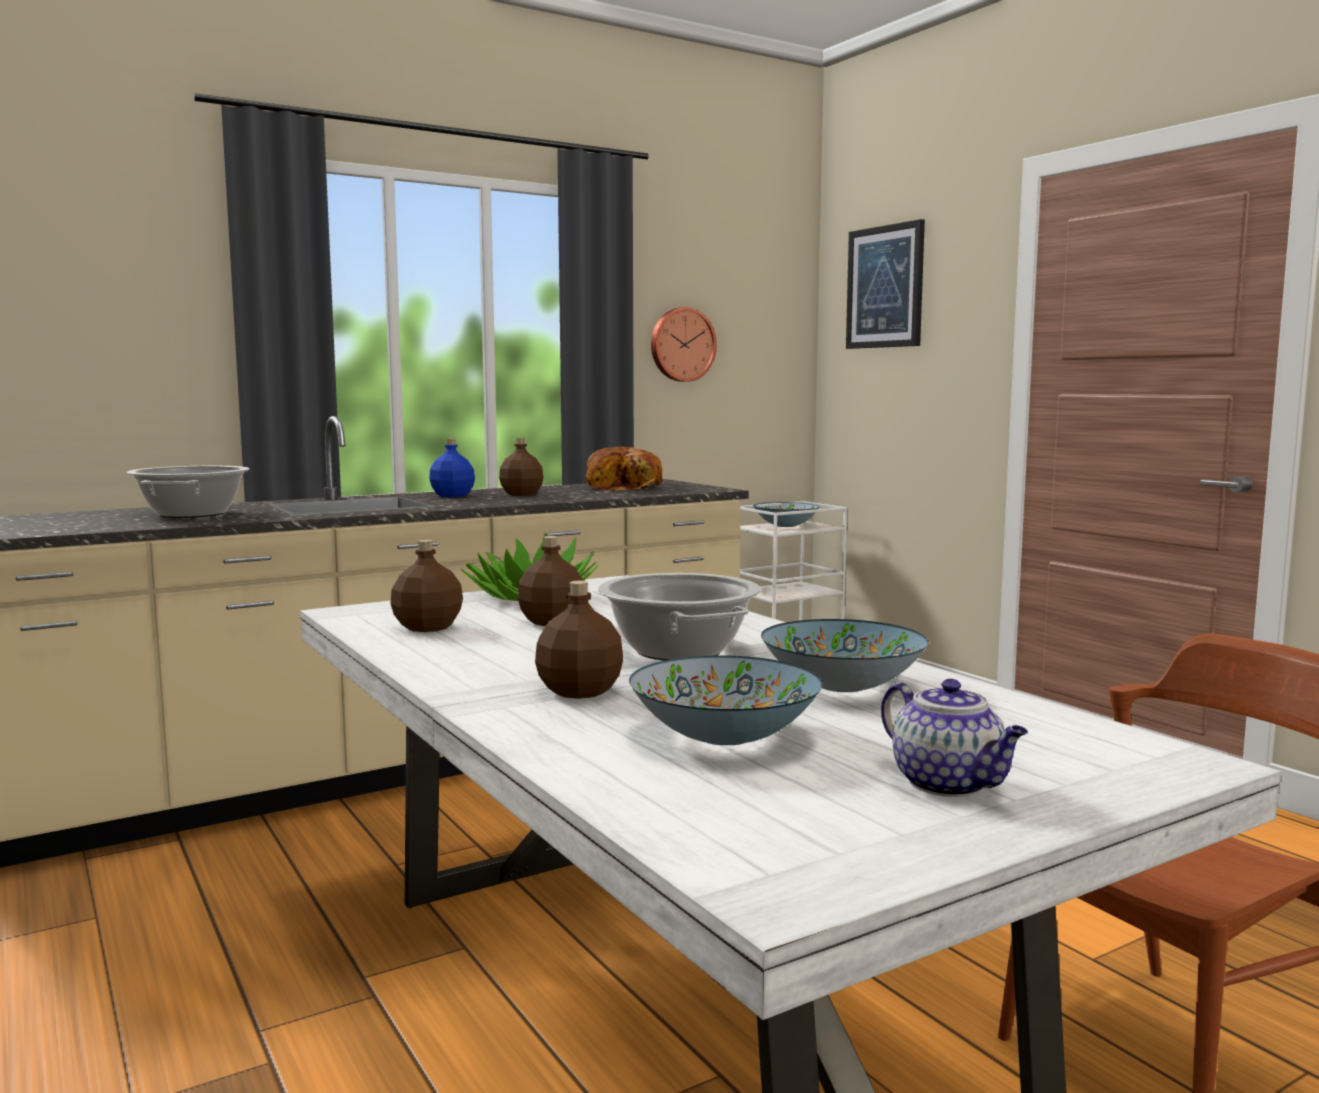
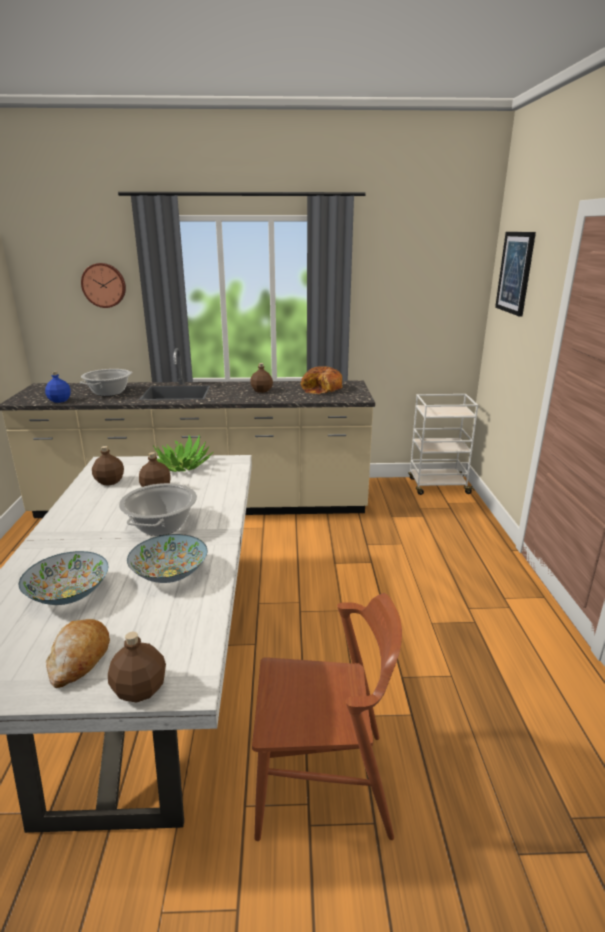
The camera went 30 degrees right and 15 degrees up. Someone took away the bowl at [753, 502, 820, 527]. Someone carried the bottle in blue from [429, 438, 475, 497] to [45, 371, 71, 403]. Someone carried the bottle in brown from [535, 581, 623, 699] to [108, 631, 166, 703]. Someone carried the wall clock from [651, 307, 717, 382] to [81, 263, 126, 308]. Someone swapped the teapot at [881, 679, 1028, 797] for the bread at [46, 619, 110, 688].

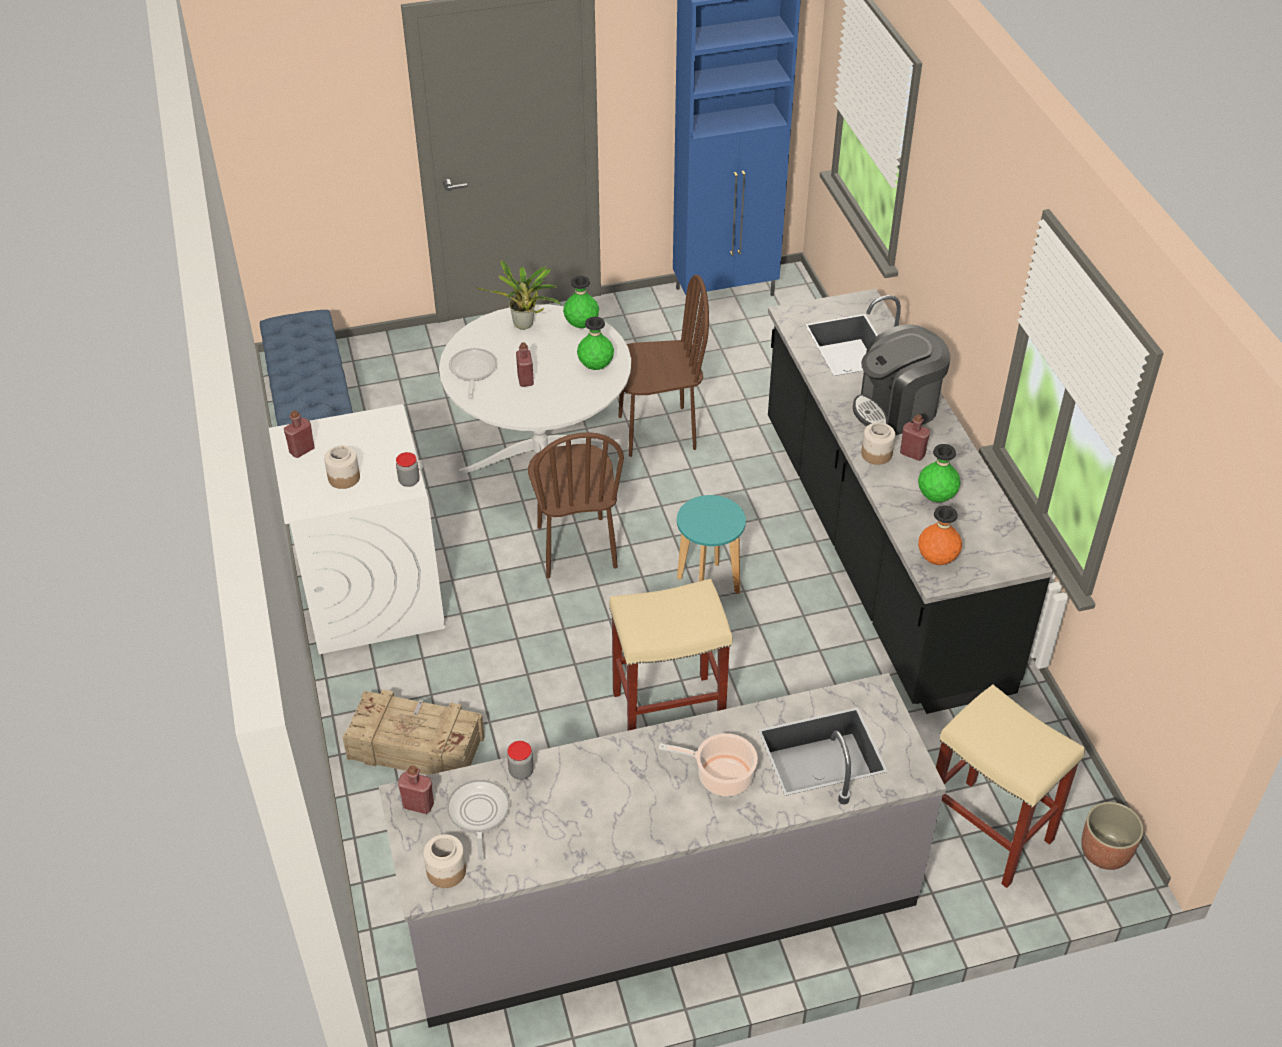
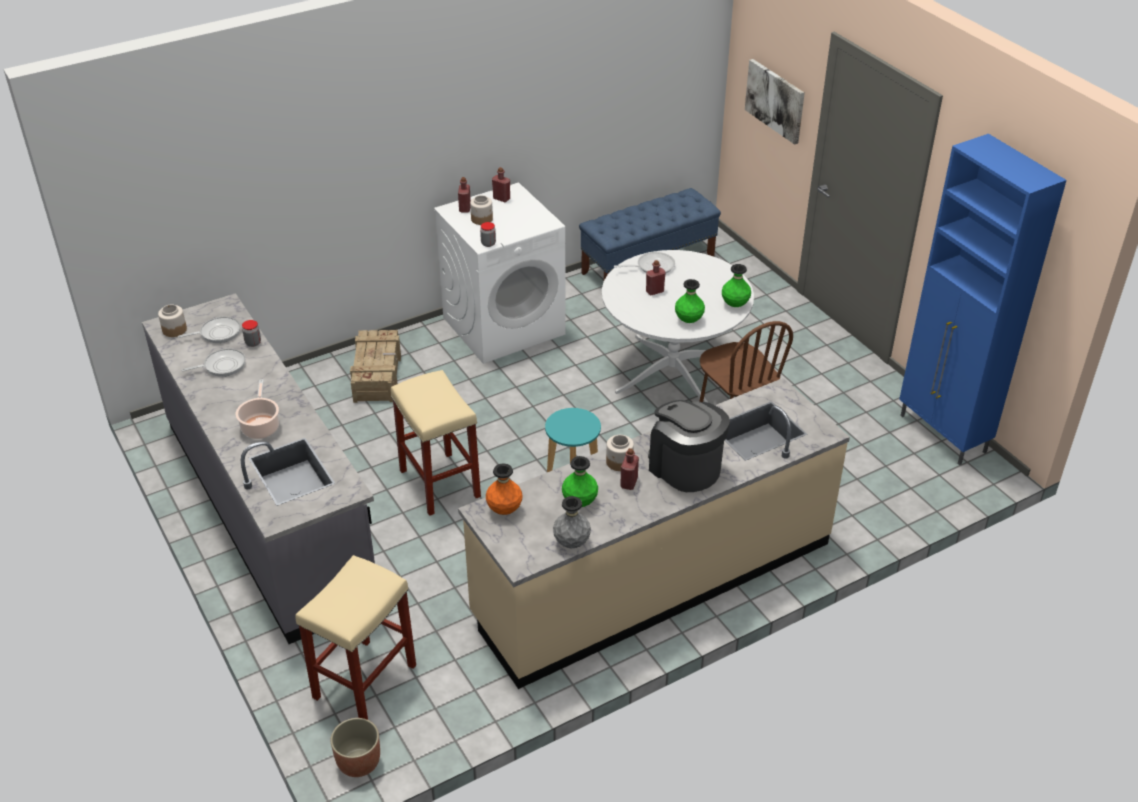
The camera went 75 degrees right and 5 degrees down. Someone took away the potted plant at [476, 261, 561, 330]. Someone took away the chair in brown at [528, 432, 624, 578]. Someone put down the frying pan at [181, 348, 245, 377]. Someone put down the vase in grey at [553, 496, 591, 548]. Someone put up the picture at [745, 59, 805, 145]. Someone carried the bottle in red from [398, 765, 434, 814] to [458, 177, 471, 212]. Someone repainted the counter in black at [768, 289, 1053, 714], which became the counter in beige at [458, 378, 850, 689].

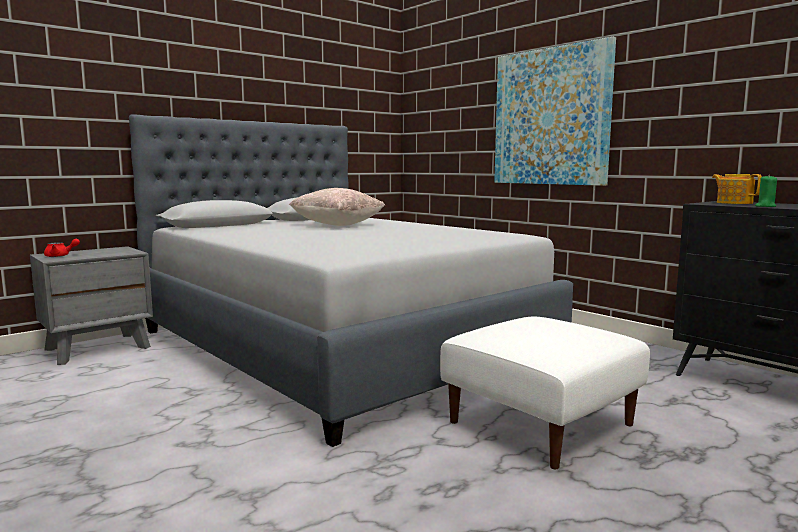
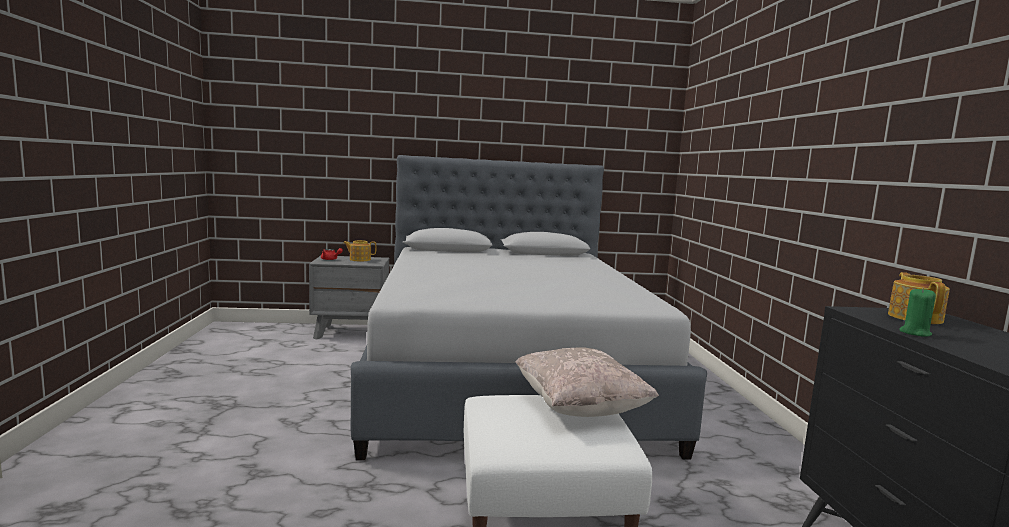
The camera went 35 degrees right and 0 degrees up. Someone took away the picture at [494, 37, 616, 186]. Someone put down the teapot at [343, 240, 376, 261]. Someone carried the pillow in beige from [289, 188, 385, 226] to [515, 348, 659, 417].

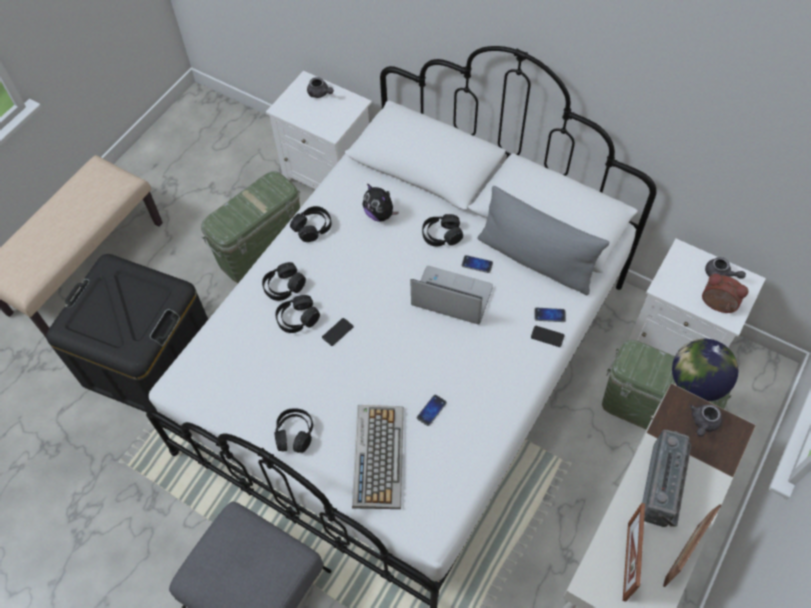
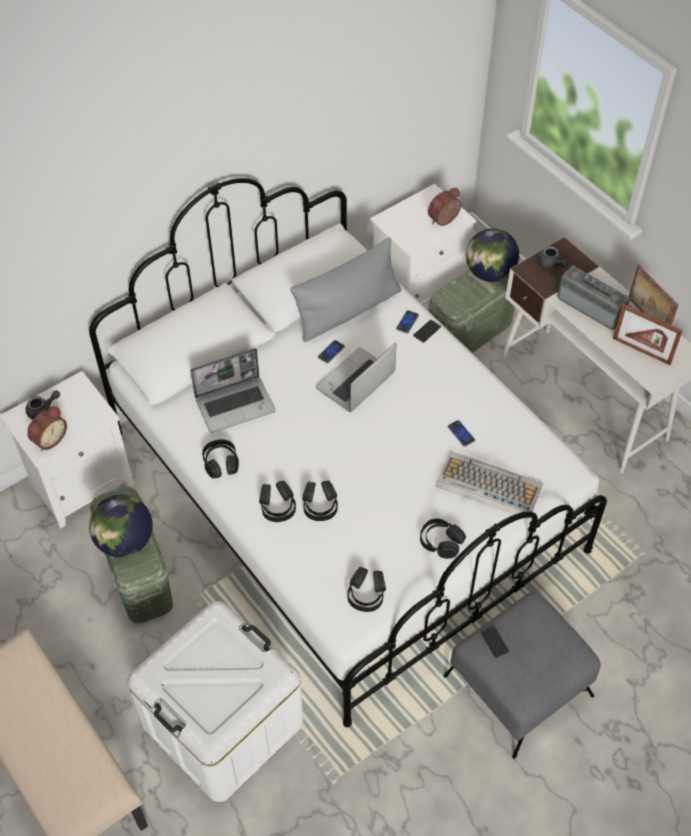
The camera went 70 degrees left and 5 degrees down. Someone took away the teapot in grey at [705, 257, 746, 279]. Someone put down the alarm clock at [27, 406, 67, 451]. Someone put down the globe at [89, 494, 153, 557]. Someone carried the phone from [322, 318, 353, 346] to [481, 626, 509, 658]. Someone carried the headphones in black from [422, 214, 463, 246] to [347, 567, 386, 612]. Someone swapped the plush toy at [363, 183, 399, 222] for the laptop at [190, 348, 276, 433]. Someone repainted the storage box in black at [46, 254, 208, 413], which became the storage box in white at [127, 601, 304, 803].

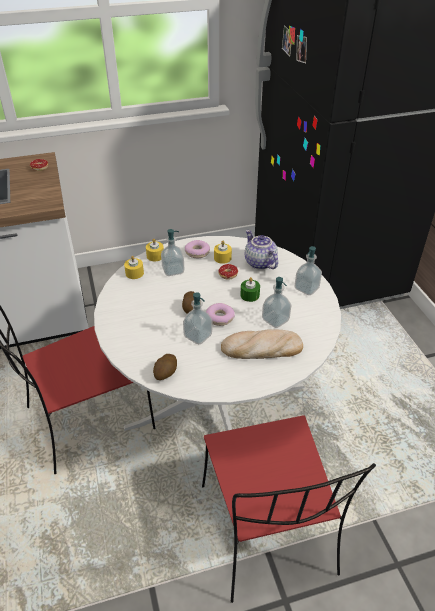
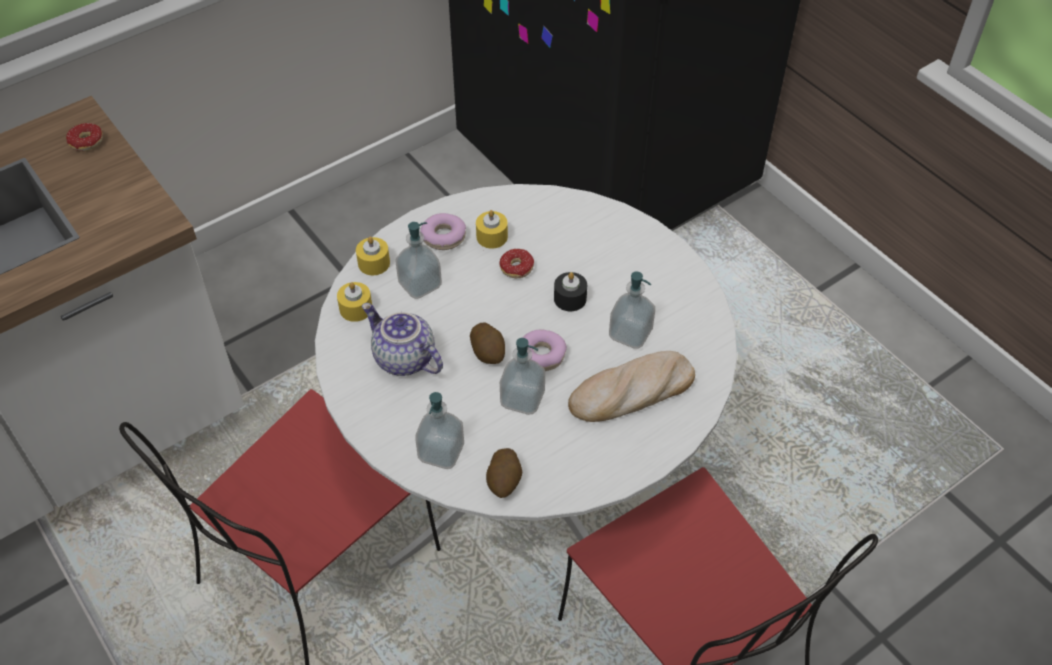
The camera went 20 degrees left and 10 degrees up. Someone carried the teapot from [245, 230, 278, 270] to [362, 303, 443, 376]. Someone carried the soap dispenser from [294, 246, 322, 295] to [415, 392, 464, 469]. Someone repainted the candle in green at [241, 277, 260, 302], which became the candle in black at [554, 272, 587, 311].

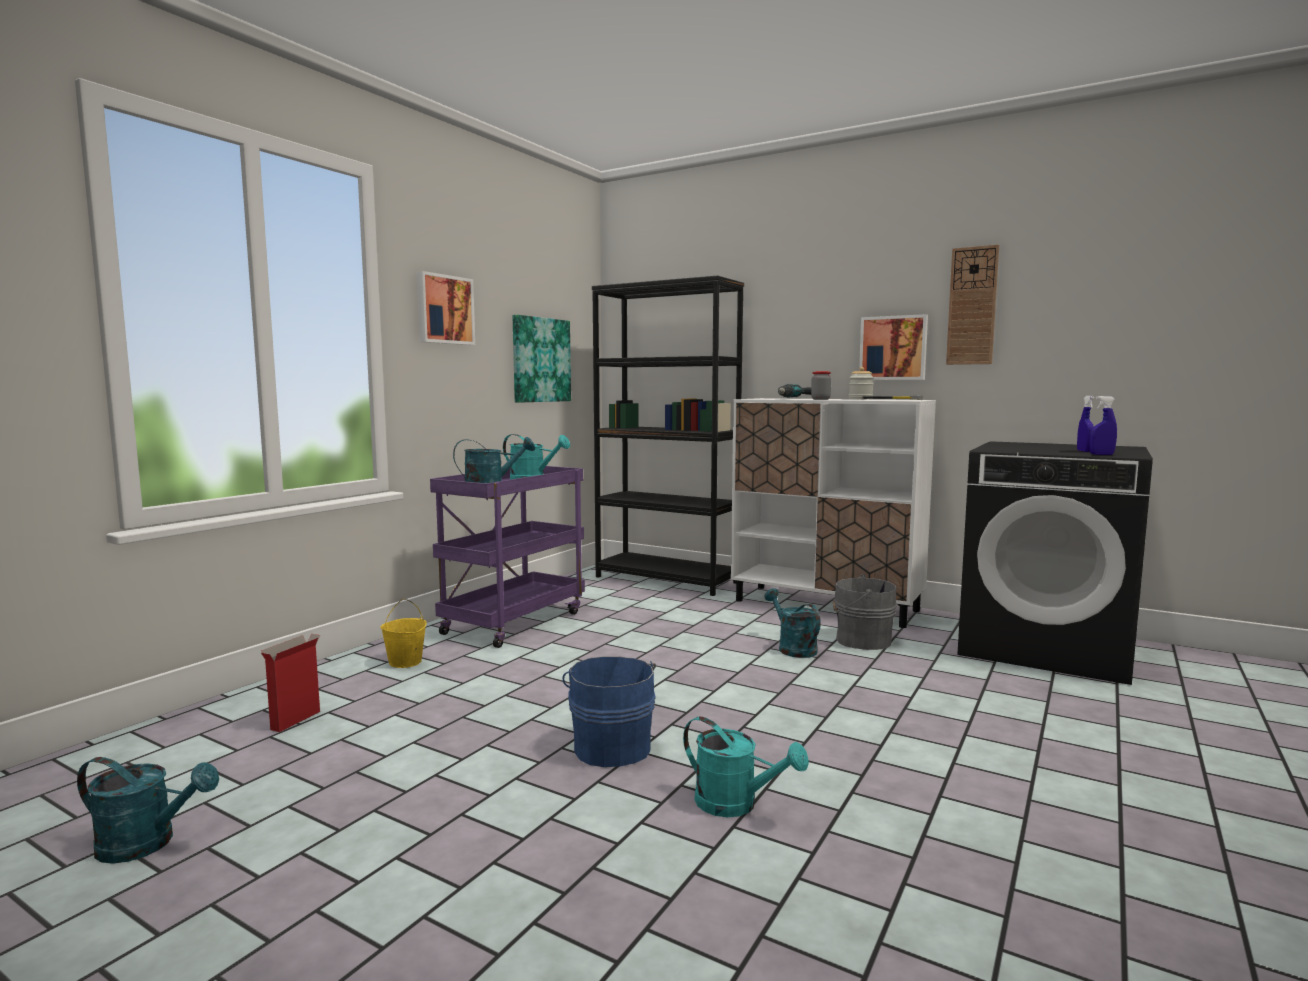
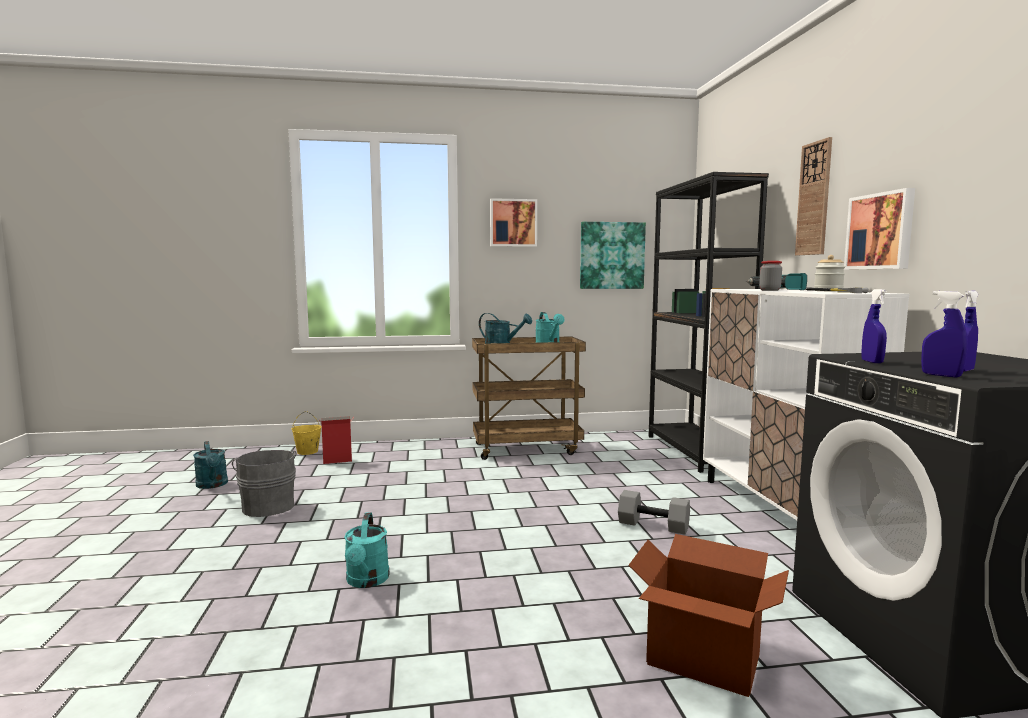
The camera went 50 degrees right and 0 degrees up. Someone took away the bucket in blue at [562, 656, 656, 767]. Someone put down the cardboard box at [628, 534, 789, 697]. Someone put down the spray bottle in blue at [861, 289, 887, 363]. Someone carried the bucket in yellow from [380, 599, 427, 668] to [292, 411, 322, 455]. Someone carried the bucket in grey from [832, 574, 897, 650] to [232, 450, 297, 517]. Someone carried the wall clock from [946, 244, 999, 365] to [795, 137, 832, 256]. Someone swapped the watering can in turquoise at [765, 588, 821, 658] for the dumbbell in grey at [618, 490, 690, 535]. Someone repainted the cart in purple at [430, 466, 585, 648], which became the cart in brown at [472, 336, 586, 460].

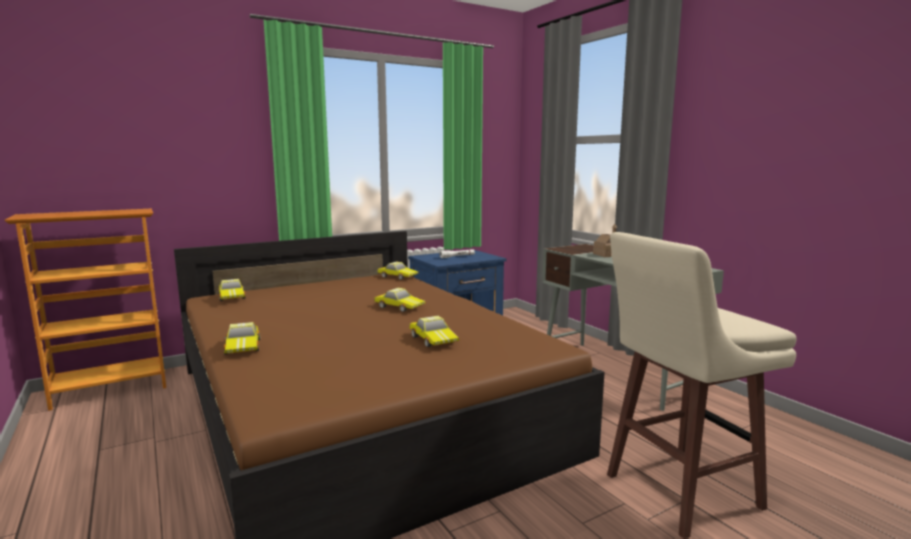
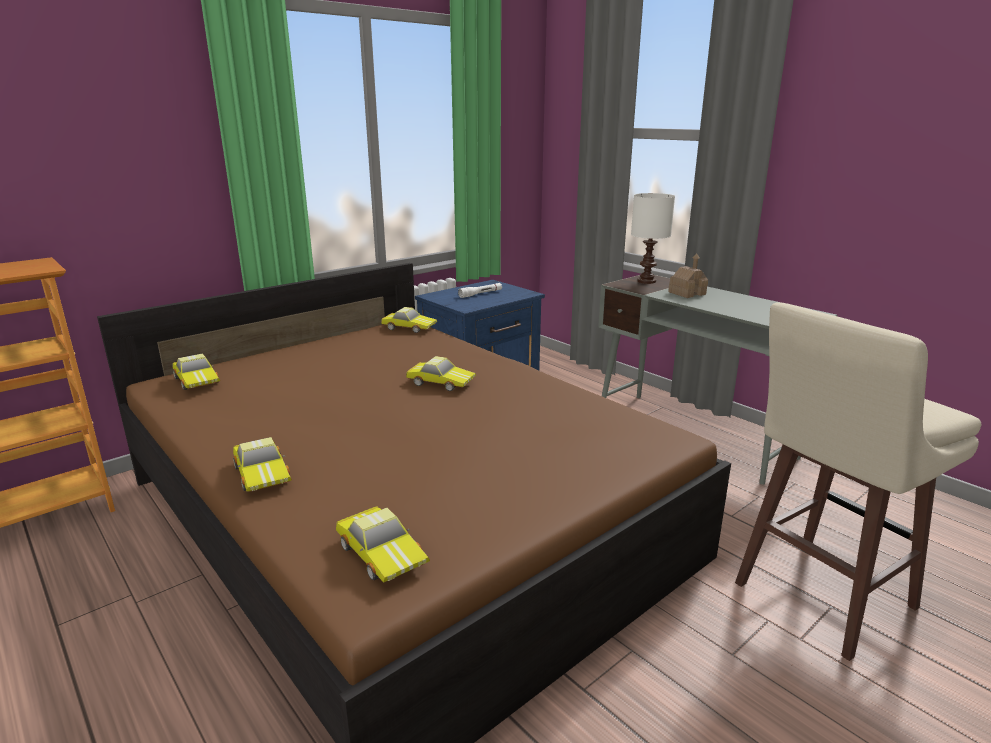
The camera went 10 degrees left and 10 degrees up. Someone put down the table lamp in white at [631, 193, 675, 284]. Someone carried the toy car from [409, 316, 459, 347] to [336, 506, 430, 582].

